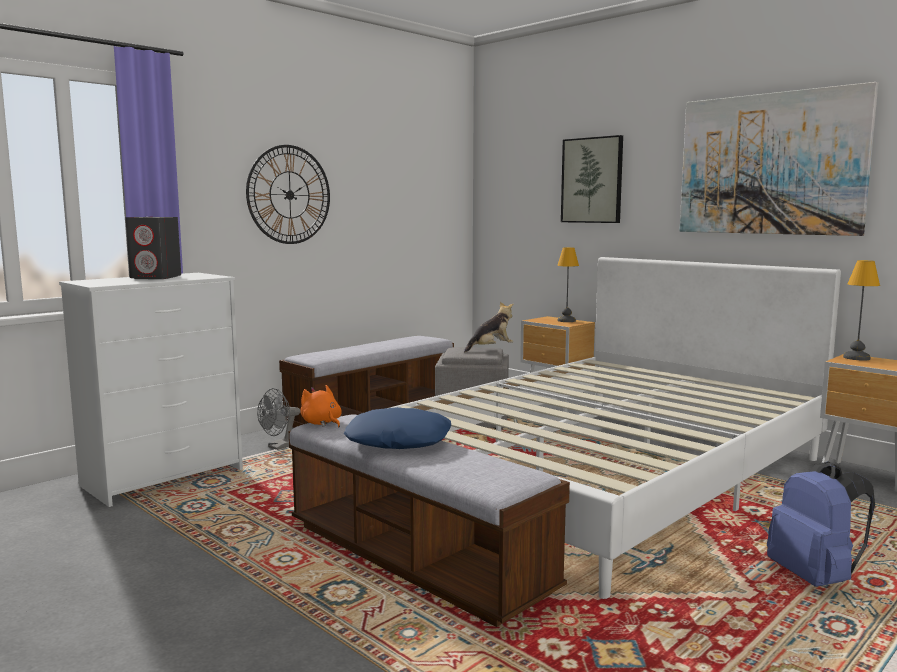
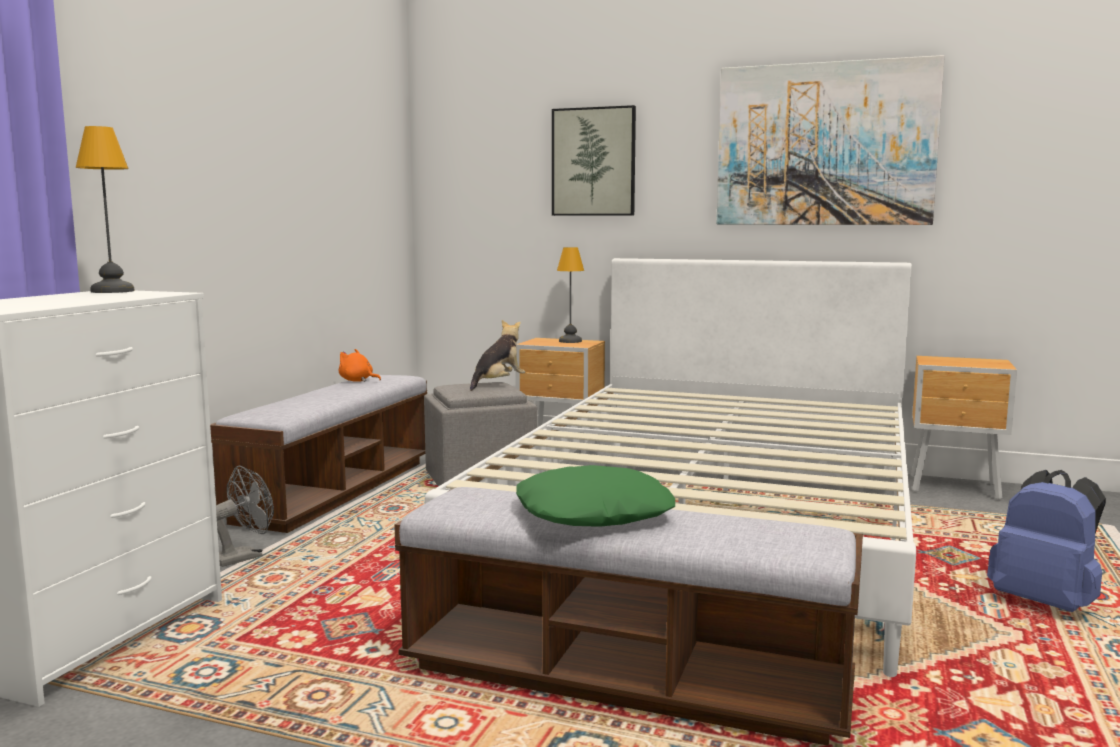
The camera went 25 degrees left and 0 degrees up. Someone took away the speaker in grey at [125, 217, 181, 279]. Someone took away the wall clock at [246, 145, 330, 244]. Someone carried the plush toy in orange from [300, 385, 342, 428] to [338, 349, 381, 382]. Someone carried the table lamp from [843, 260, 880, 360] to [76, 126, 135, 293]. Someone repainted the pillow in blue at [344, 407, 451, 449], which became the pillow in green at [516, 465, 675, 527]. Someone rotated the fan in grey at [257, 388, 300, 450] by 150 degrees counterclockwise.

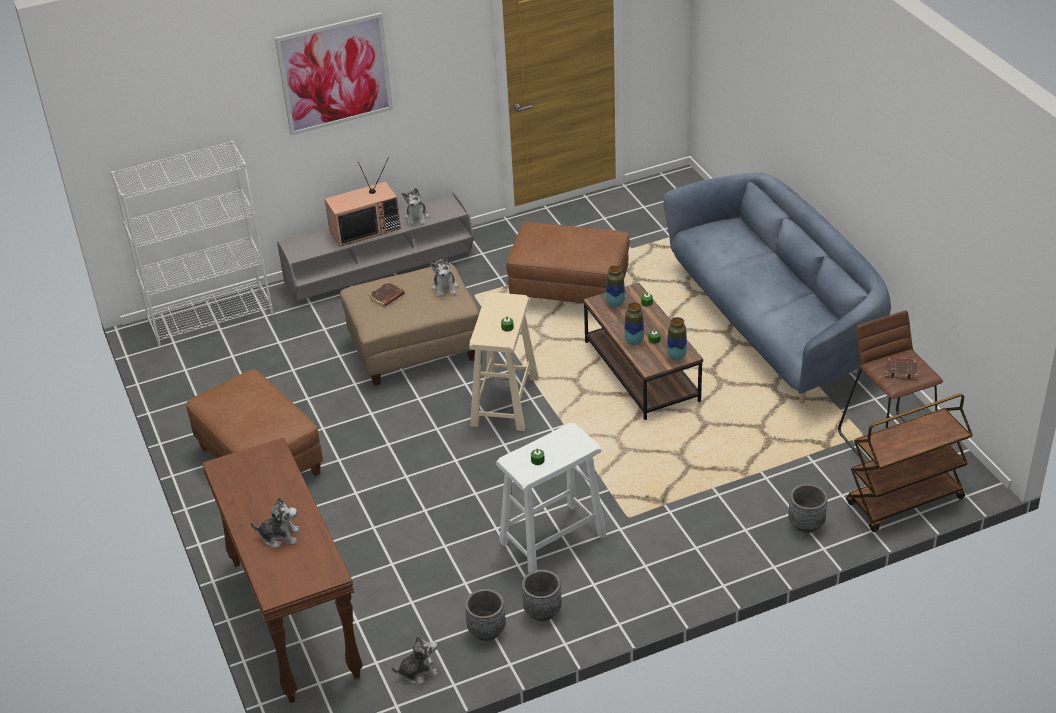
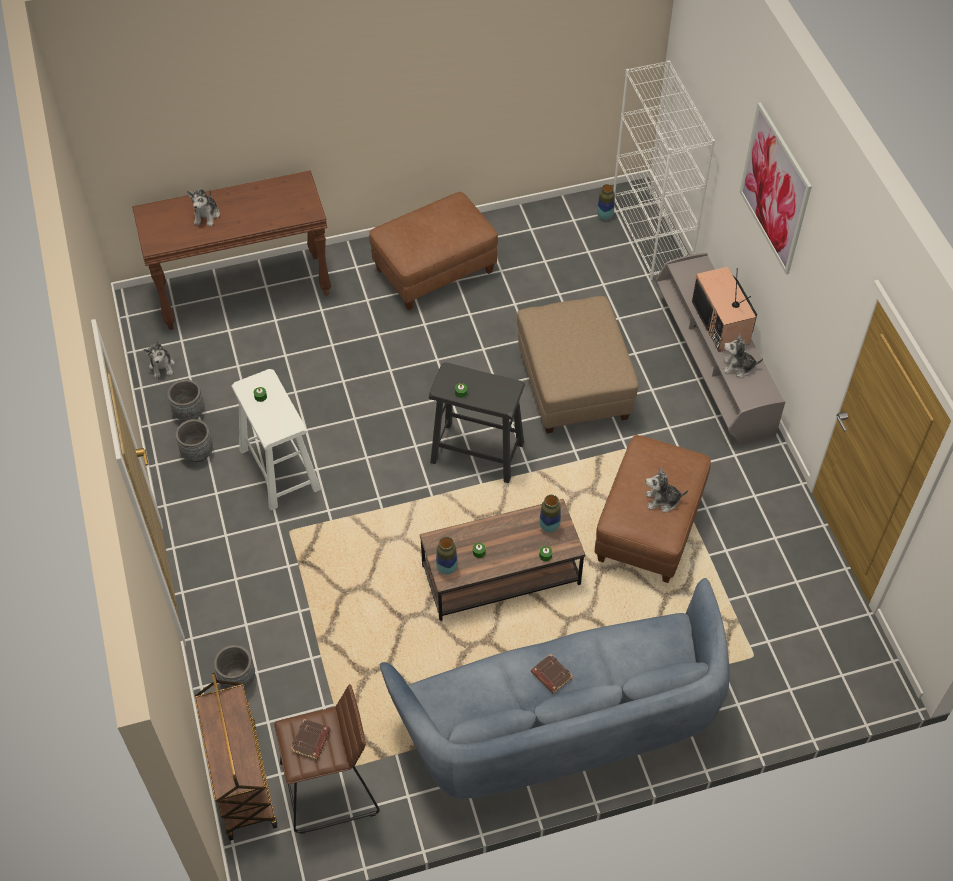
The camera went 95 degrees right and 15 degrees up. Someone carried the book in brown from [369, 282, 405, 307] to [531, 654, 573, 694]. Someone carried the plush toy from [430, 257, 458, 297] to [646, 467, 688, 512]. Someone carried the vase from [624, 302, 644, 345] to [597, 184, 615, 220]. Someone repainted the stool in beige at [469, 292, 539, 431], which became the stool in black at [429, 362, 525, 483].

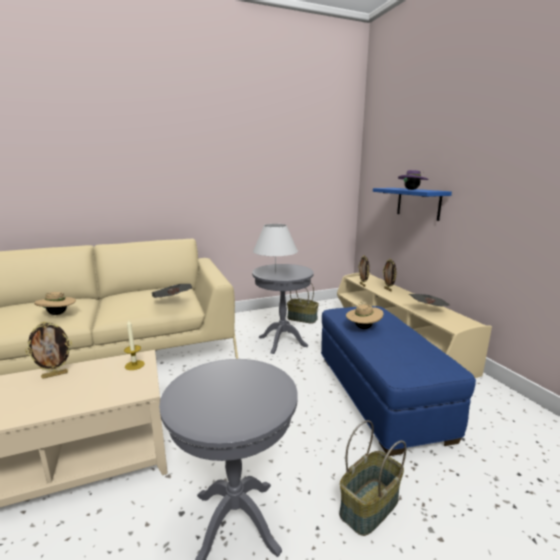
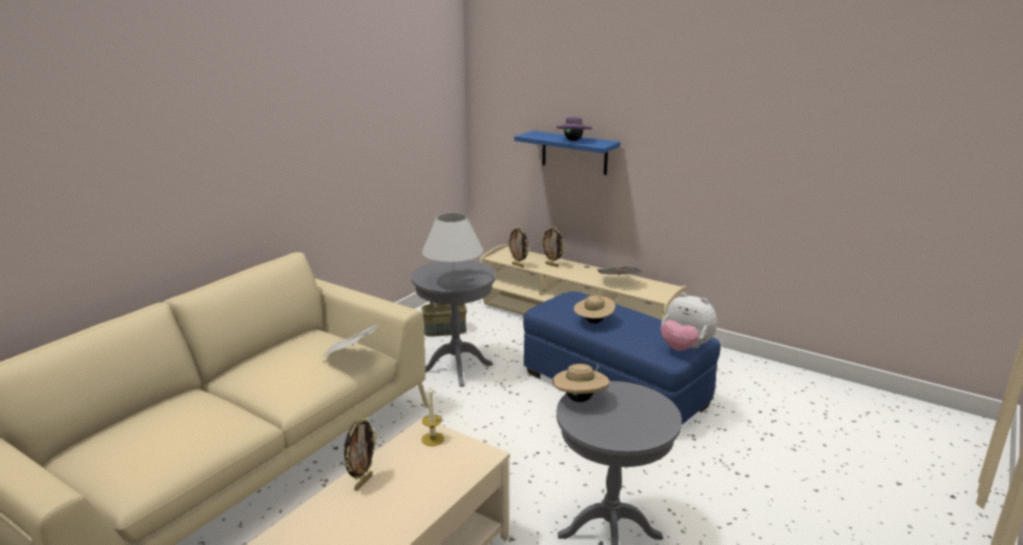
The camera went 35 degrees left and 5 degrees up. Someone took away the basket at [339, 420, 406, 536]. Someone put down the plush toy at [660, 292, 717, 351]. Someone carried the hat in beige from [34, 292, 76, 315] to [552, 364, 610, 402].

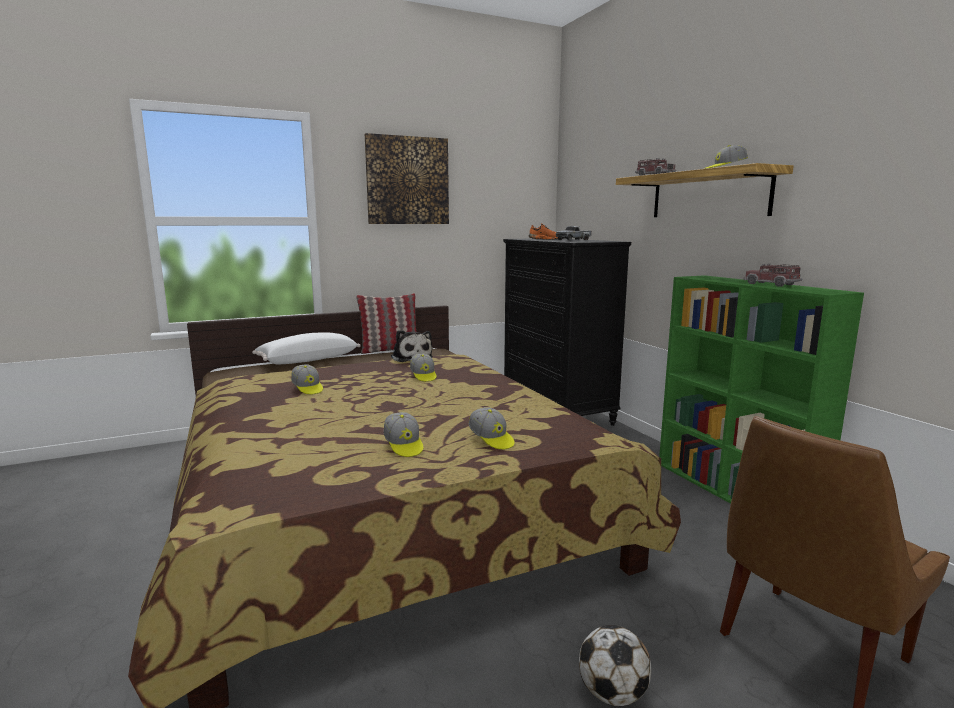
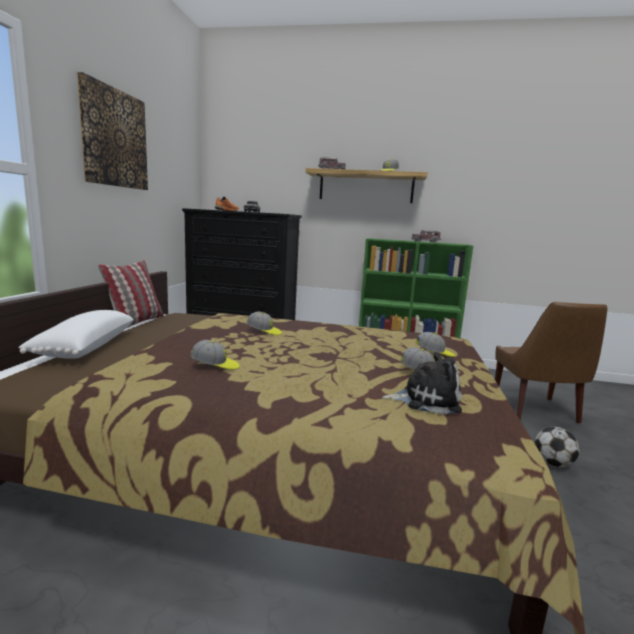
The camera went 55 degrees left and 0 degrees up. Someone carried the plush toy from [391, 330, 433, 362] to [382, 352, 462, 414].

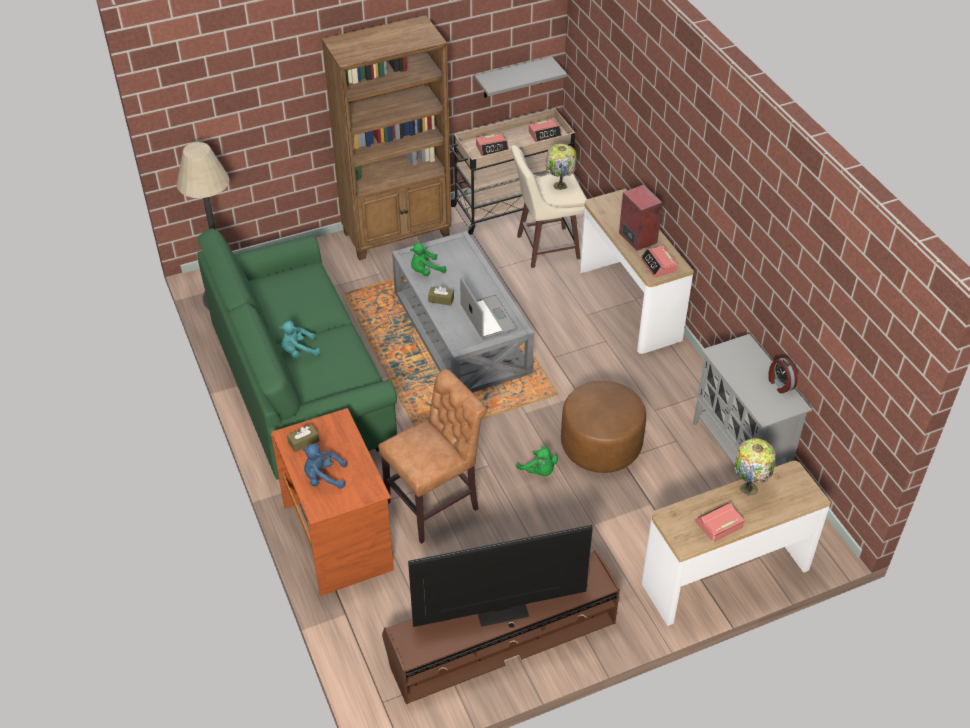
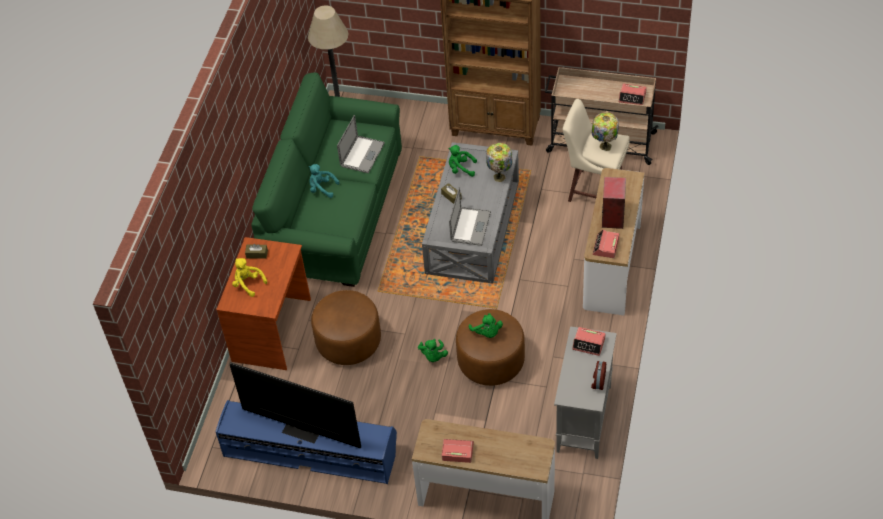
The camera went 40 degrees right and 5 degrees up. Someone took away the shelf in grey at [475, 57, 567, 98]. Someone put down the laptop at [337, 115, 385, 173]. Someone put down the plush toy in green at [469, 313, 503, 338]. Someone carried the alarm clock from [476, 133, 509, 156] to [572, 327, 605, 356]. Someone carried the table lamp from [735, 438, 776, 496] to [486, 143, 513, 182]. Someone swapped the chair in brown at [378, 369, 487, 544] for the ottoman in brown at [311, 290, 381, 365]. Someone repainted the plush toy in blue at [302, 444, 347, 489], which became the plush toy in yellow at [232, 258, 267, 297]. Someone repainted the tv stand in brown at [382, 550, 620, 704], which became the tv stand in blue at [215, 400, 397, 484].

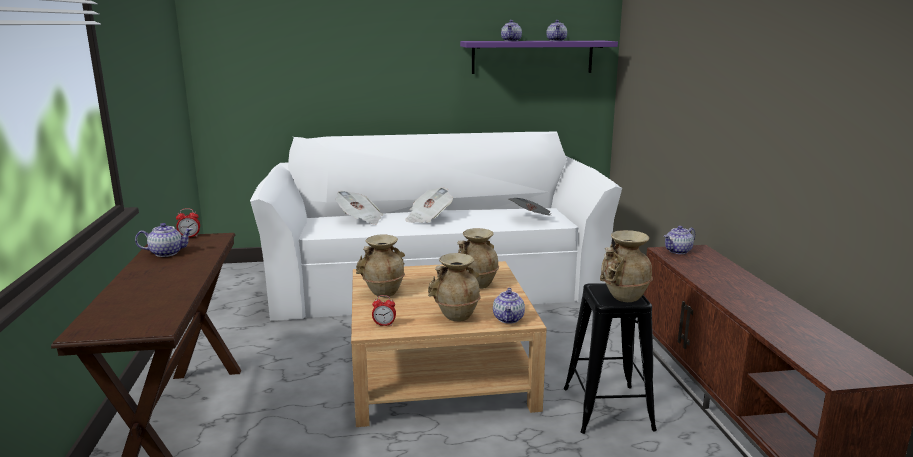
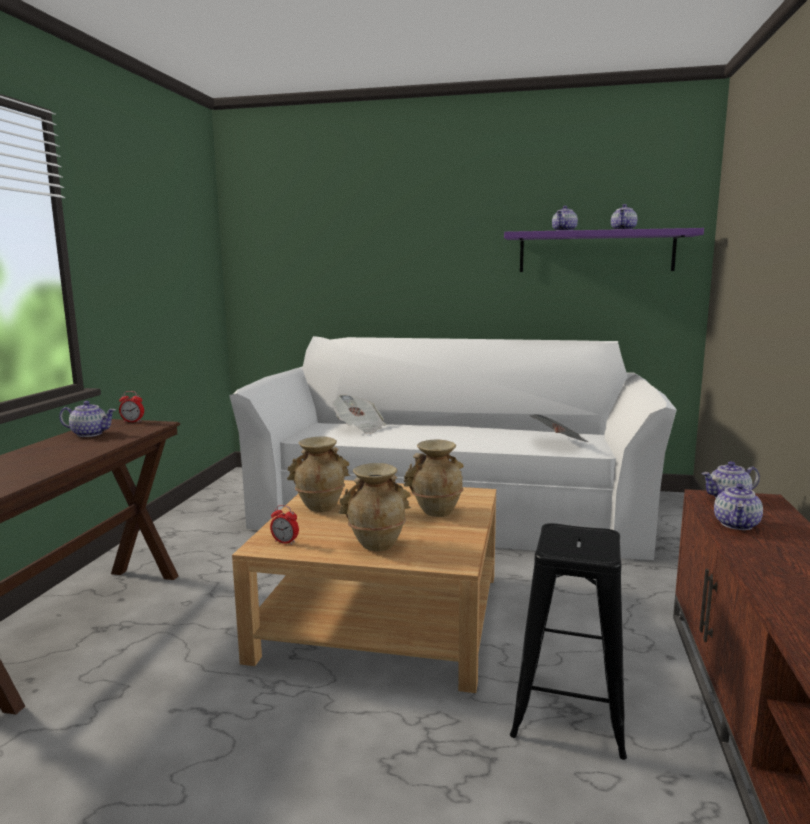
The camera went 20 degrees right and 5 degrees down. Someone took away the newspaper at [405, 187, 453, 223]. Someone took away the vase in beige at [600, 230, 653, 302]. Someone carried the teapot from [493, 288, 525, 323] to [714, 483, 763, 530].

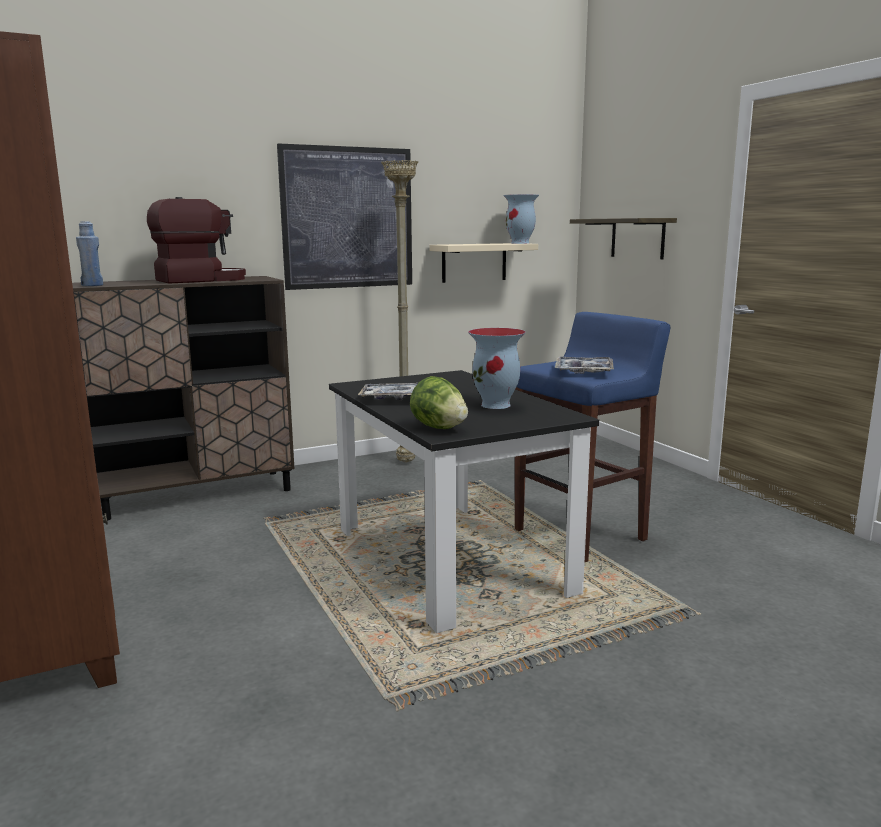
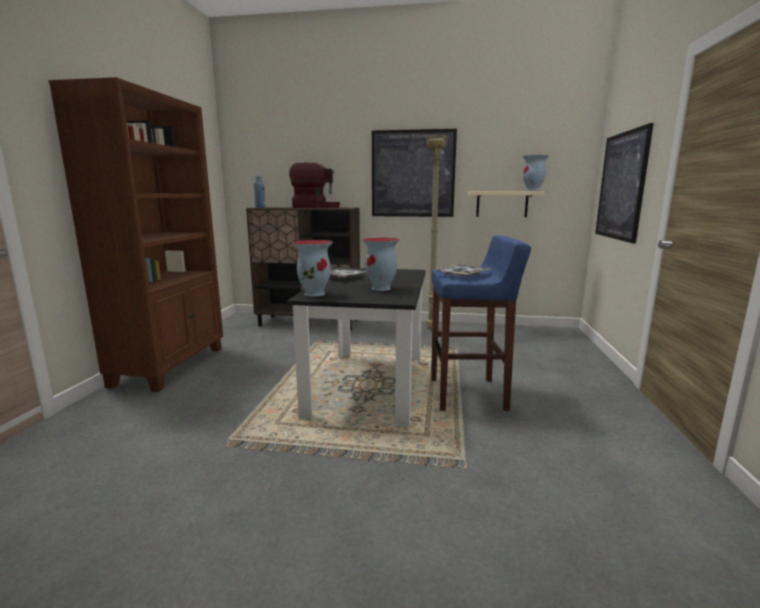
The camera went 35 degrees right and 0 degrees up. Someone swapped the lettuce at [410, 376, 468, 429] for the vase at [292, 240, 333, 297]. Someone swapped the shelf at [570, 218, 677, 259] for the picture at [595, 123, 654, 244].

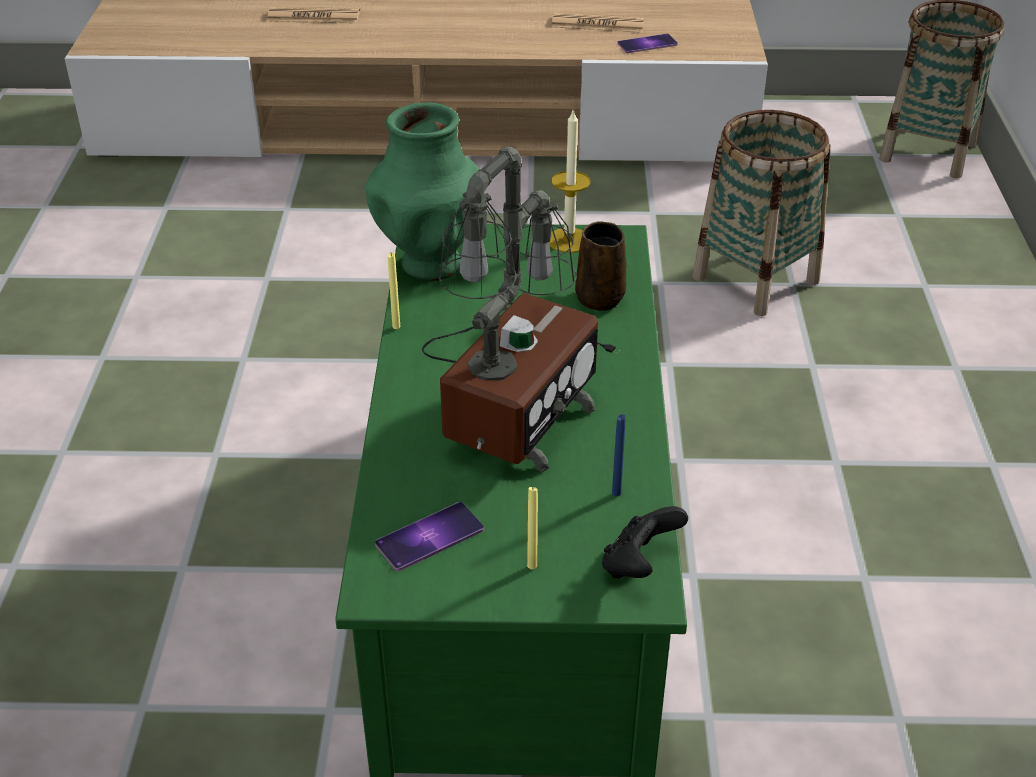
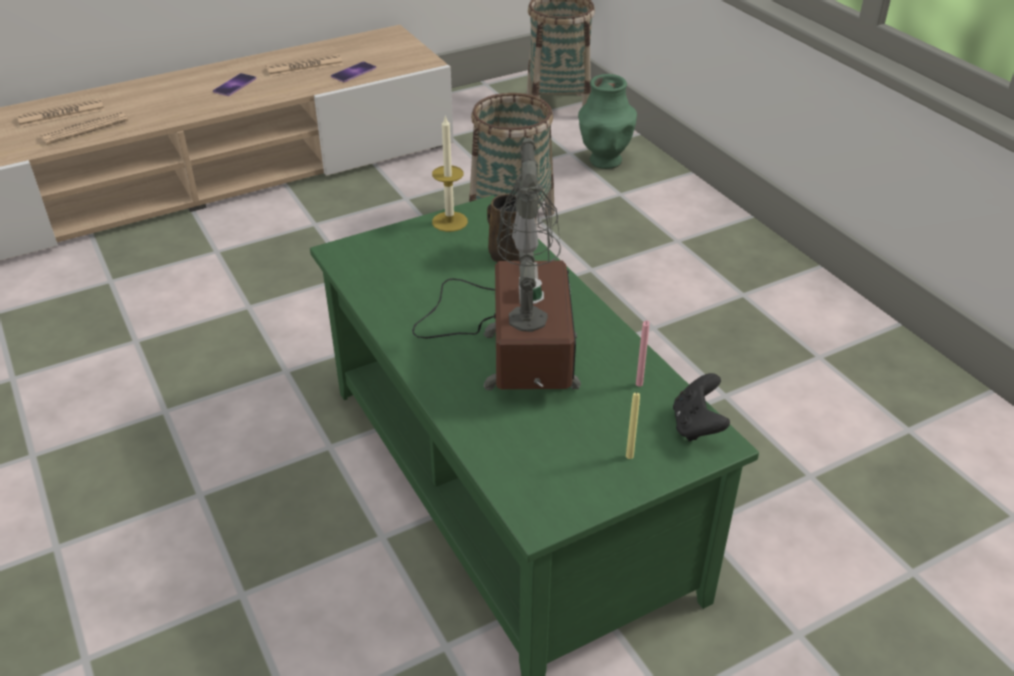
The camera went 30 degrees left and 0 degrees up. Someone took away the candle in yellow at [388, 252, 400, 329]. Someone put down the newspaper at [39, 111, 128, 145]. Someone carried the vase in green from [366, 102, 479, 281] to [578, 74, 637, 169]. Someone carried the phone from [375, 502, 484, 571] to [213, 73, 257, 96]. Someone repainted the candle in blue at [612, 414, 626, 497], which became the candle in pink at [636, 320, 649, 387].

